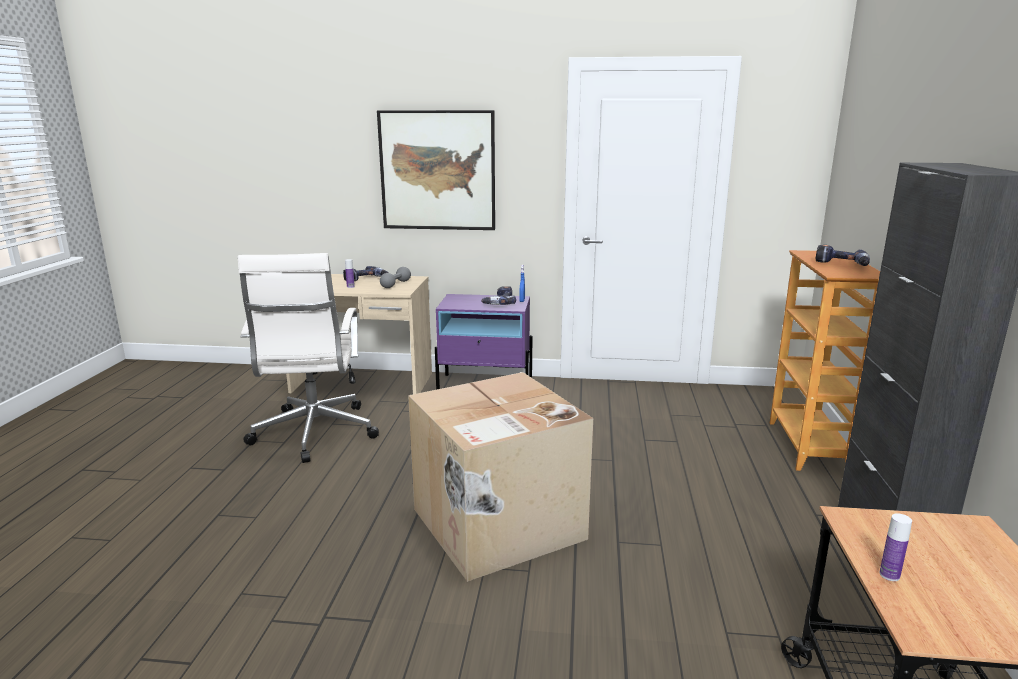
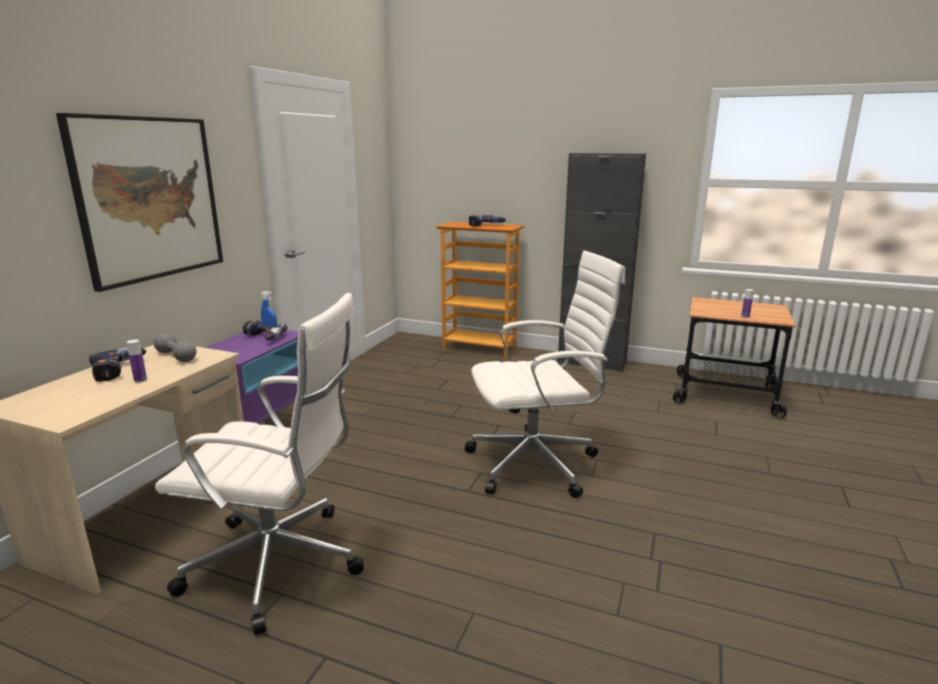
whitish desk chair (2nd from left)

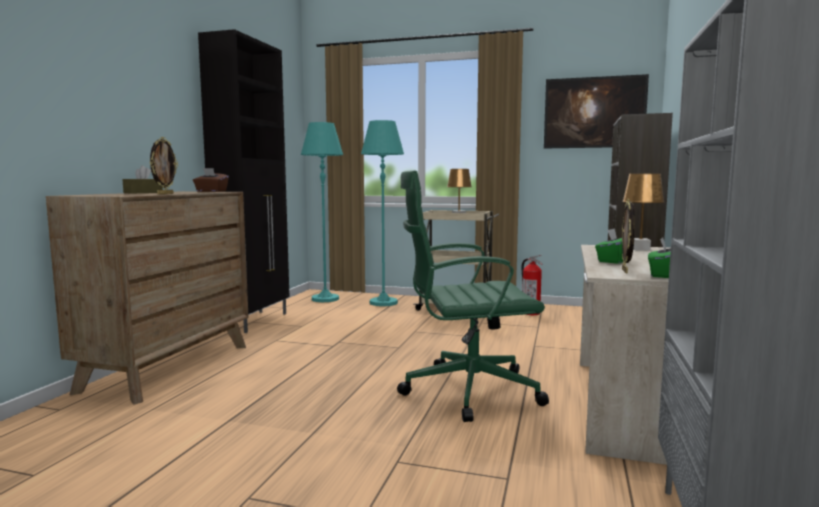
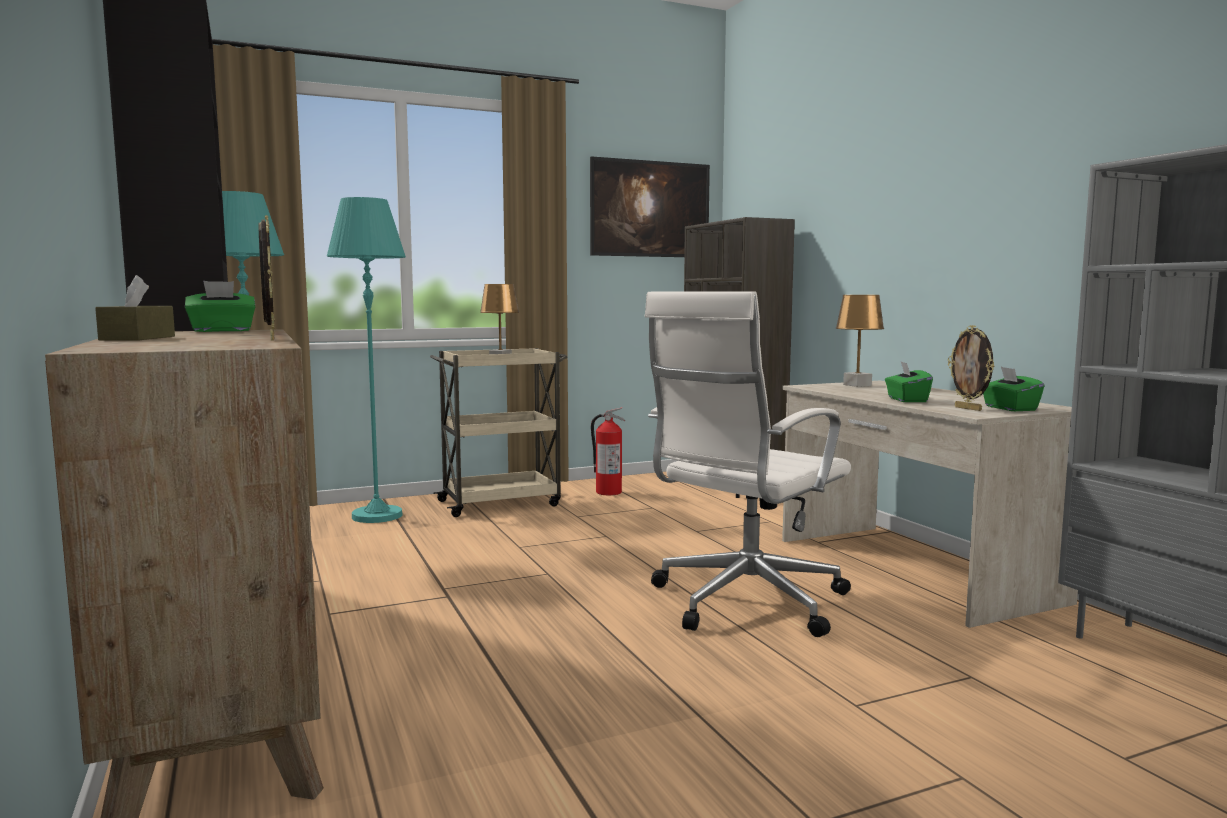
greenish box of tissues (1st from left)
whitish desk chair

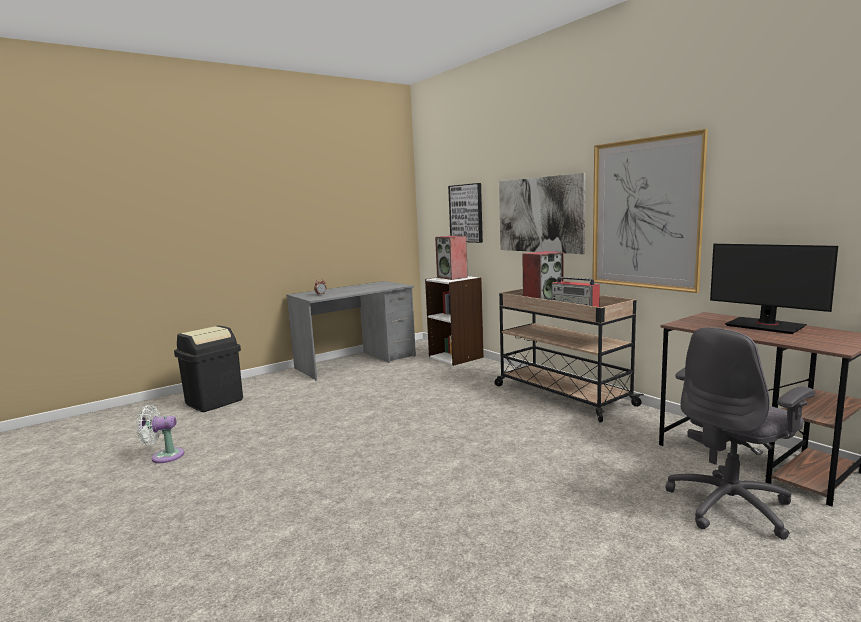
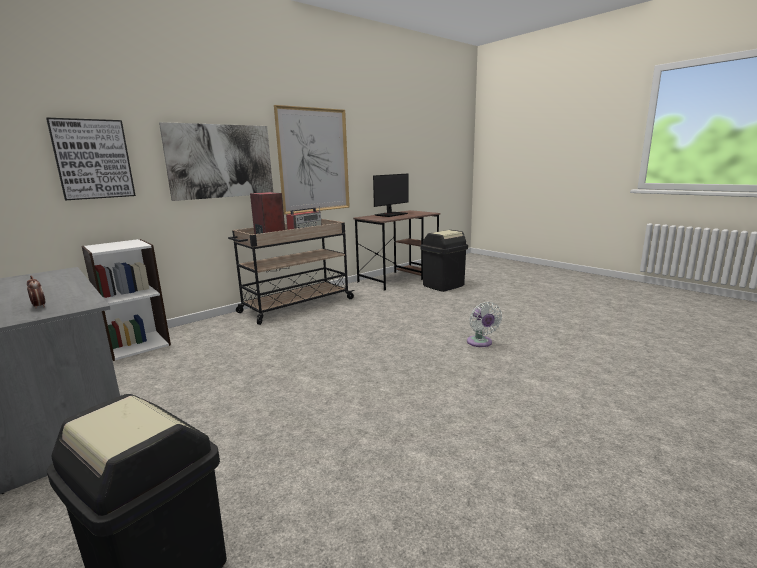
speaker (1st from left in the first image)
black waste bin (2nd from left)
whitish cooling fan

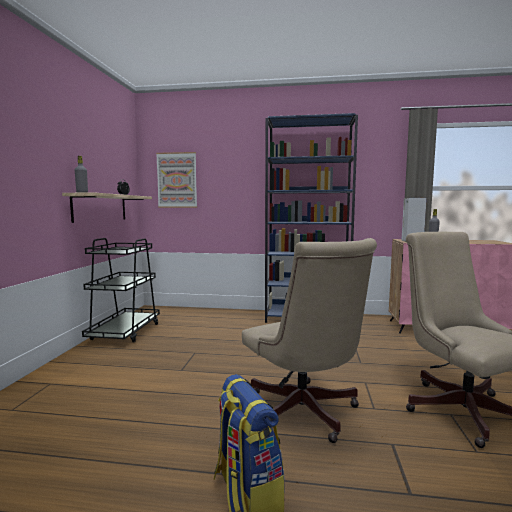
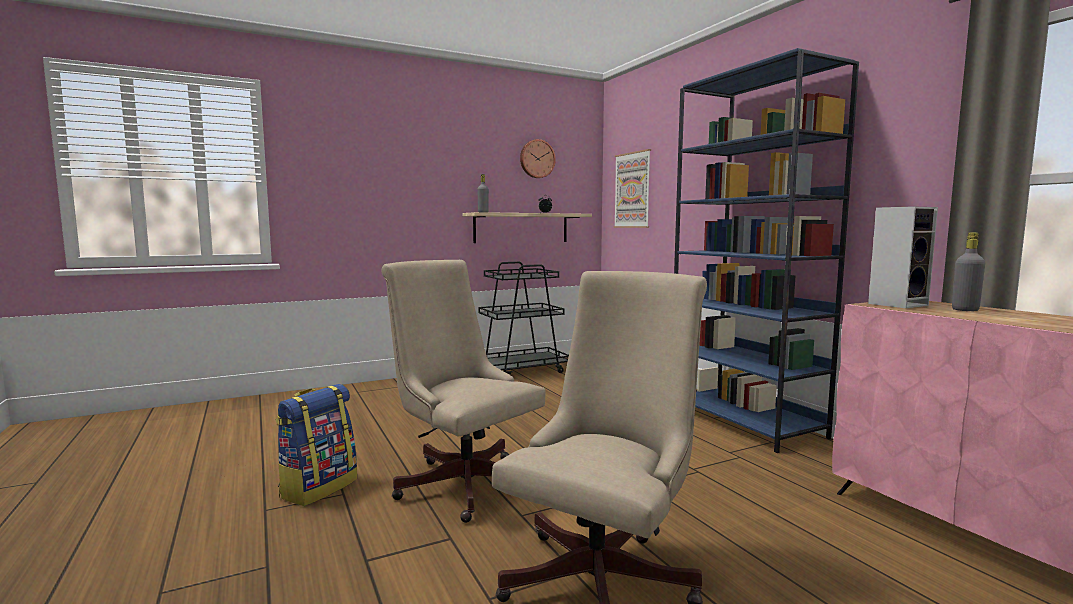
beige desk chair (1st from left)
wall clock

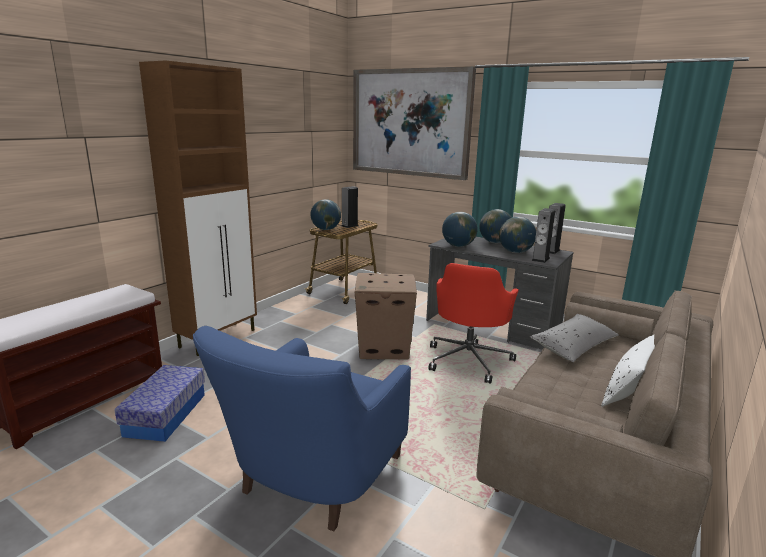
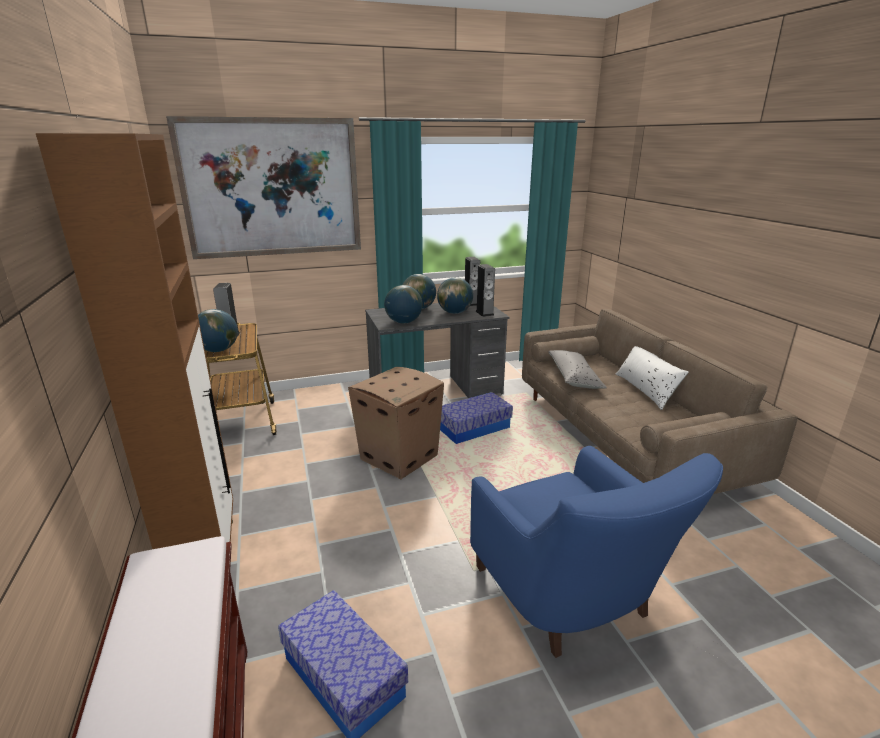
storage box (2nd from left)

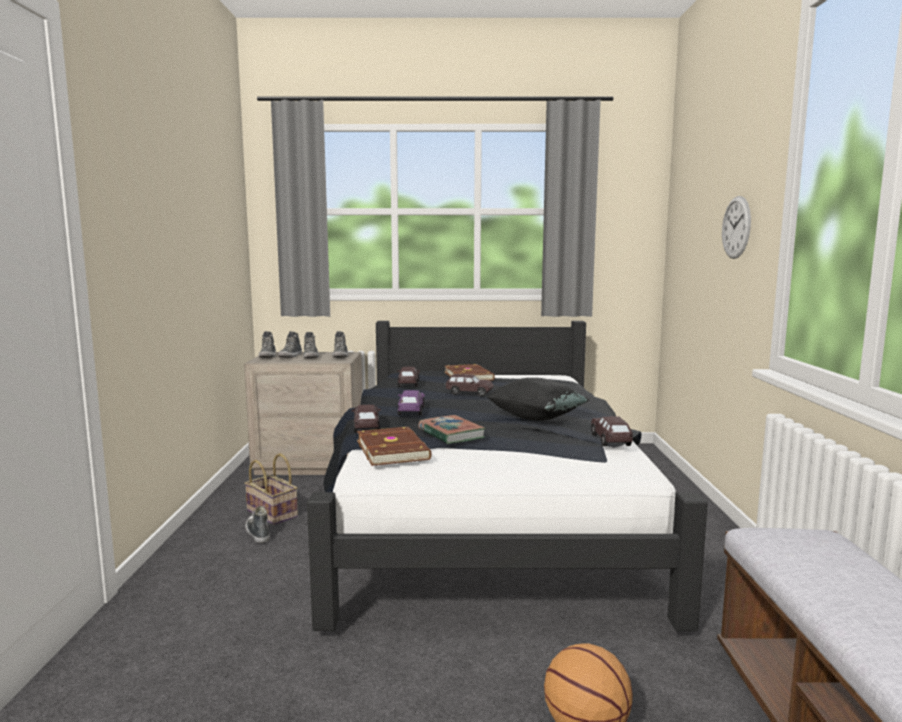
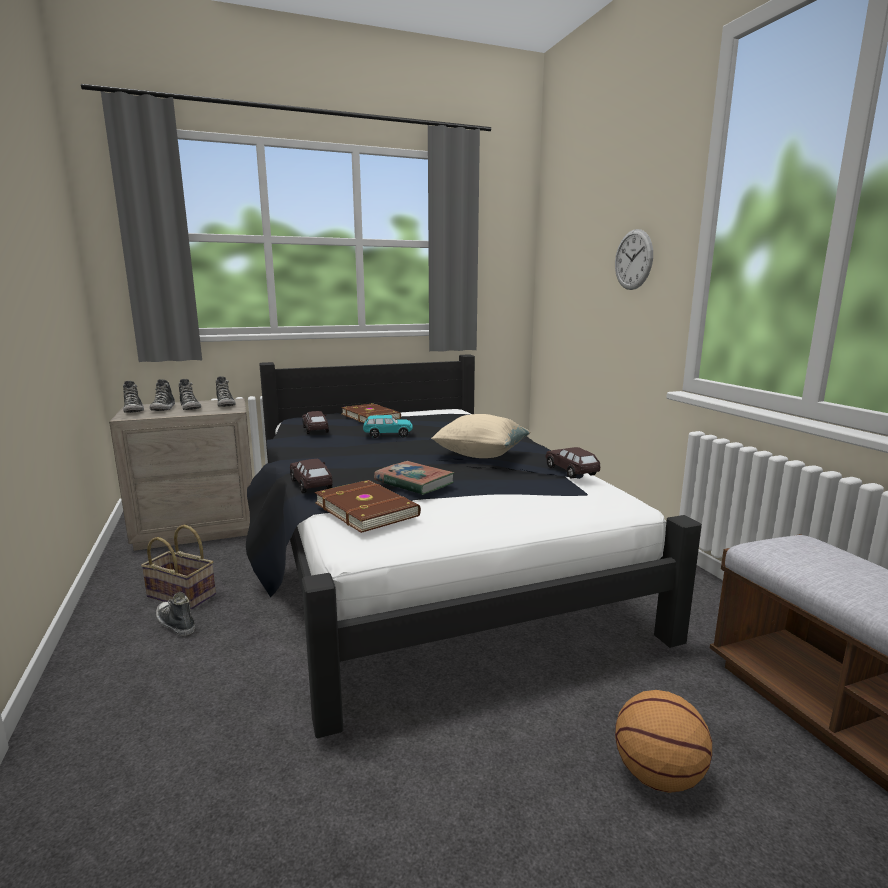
turquoise model car
beige cushion
purple-coloured model car

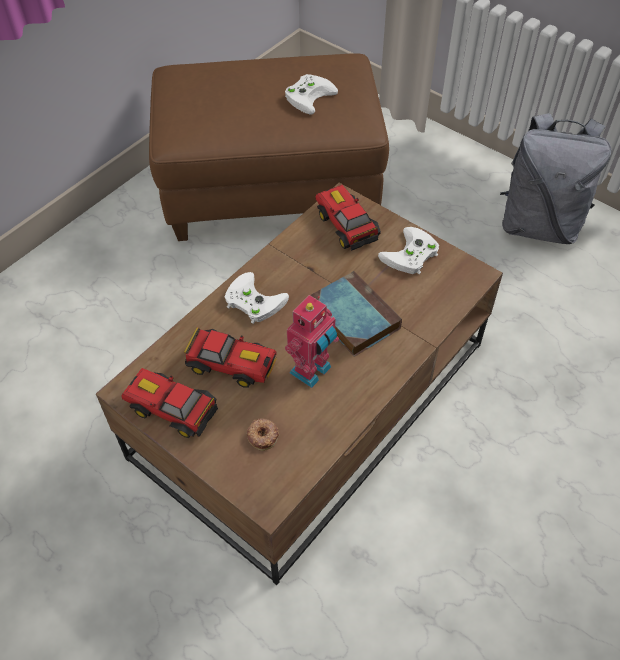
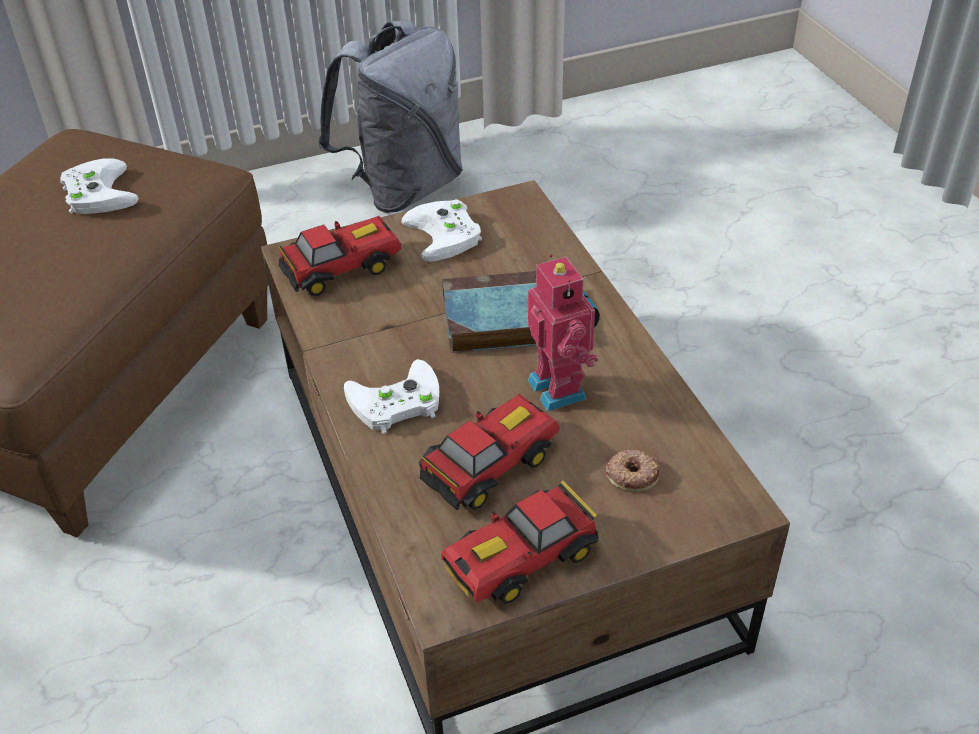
model car (1st from left)

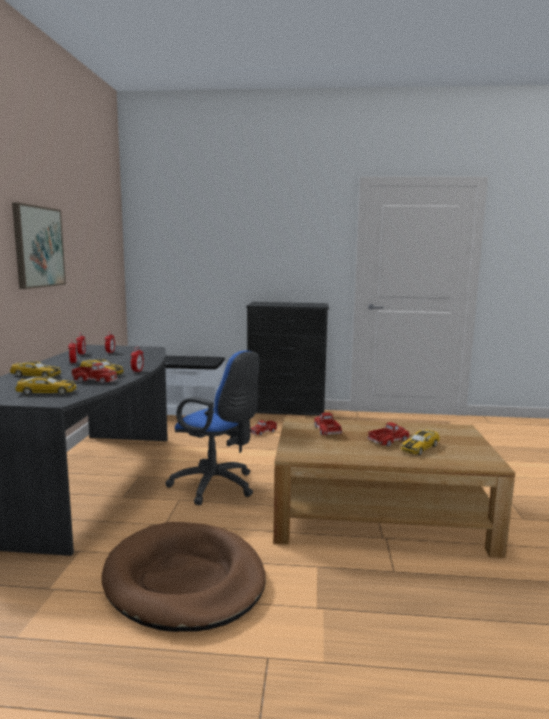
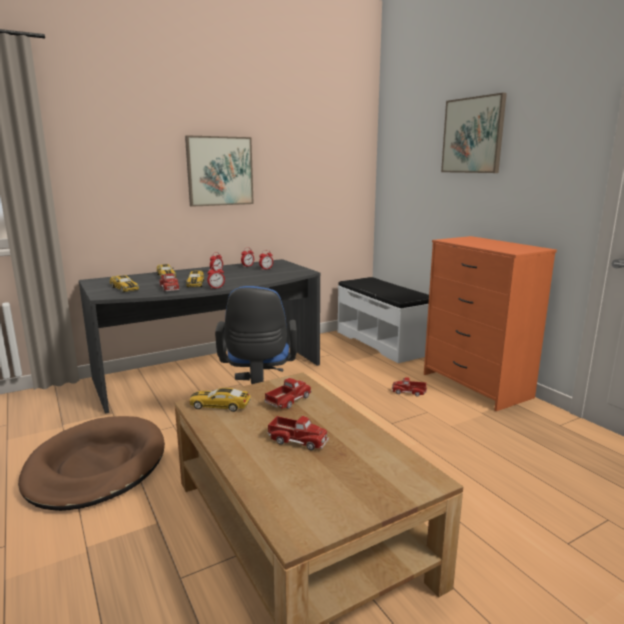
orange chest of drawers
model car (4th from left)
picture (2nd from left)

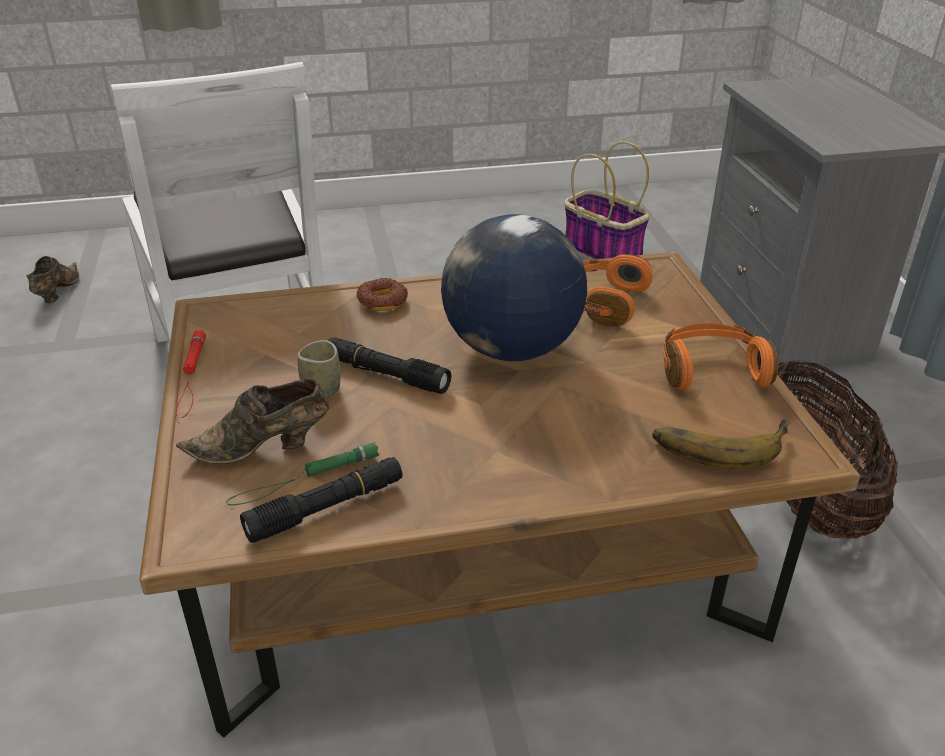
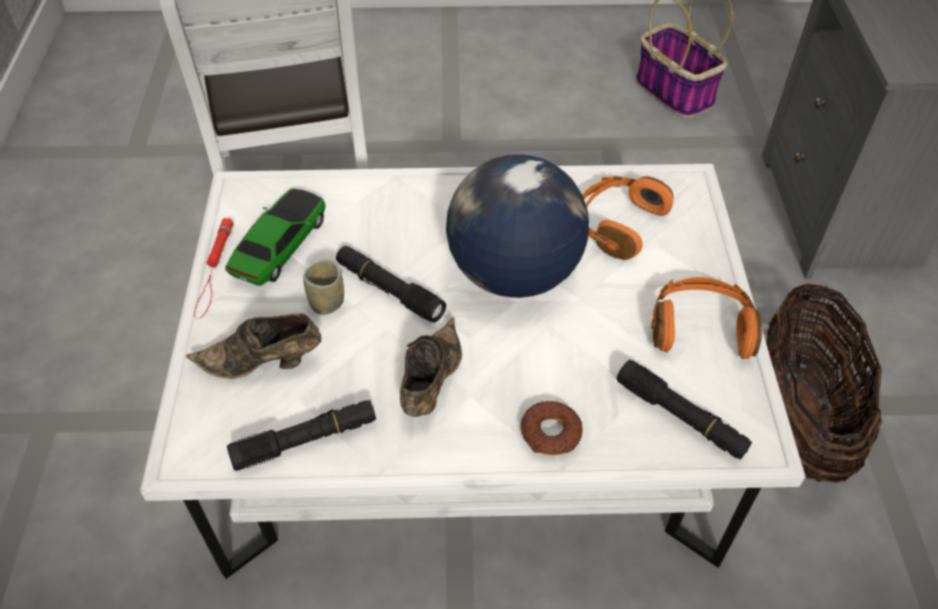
whitish coffee table
brownish item of footwear (2nd from left)
doughnut
black flashlight (3rd from left)
greenish flashlight
model car

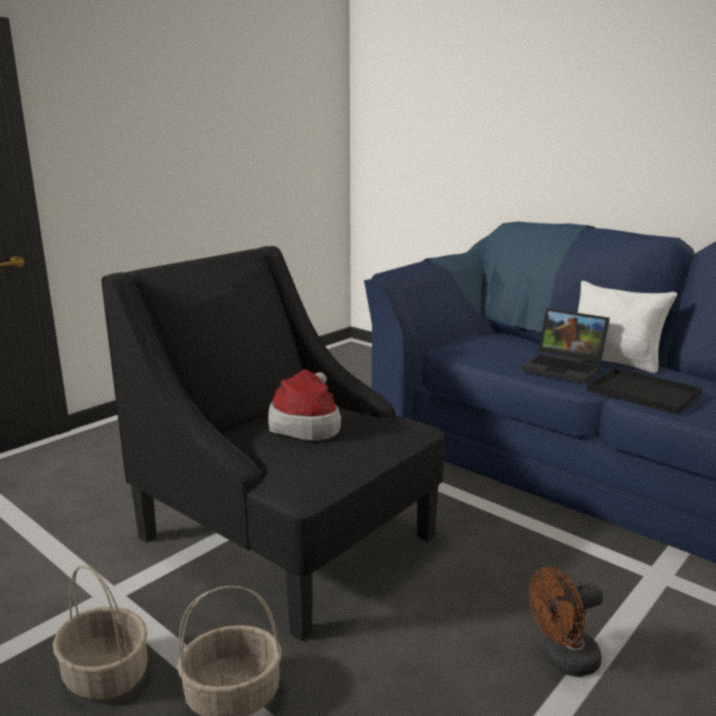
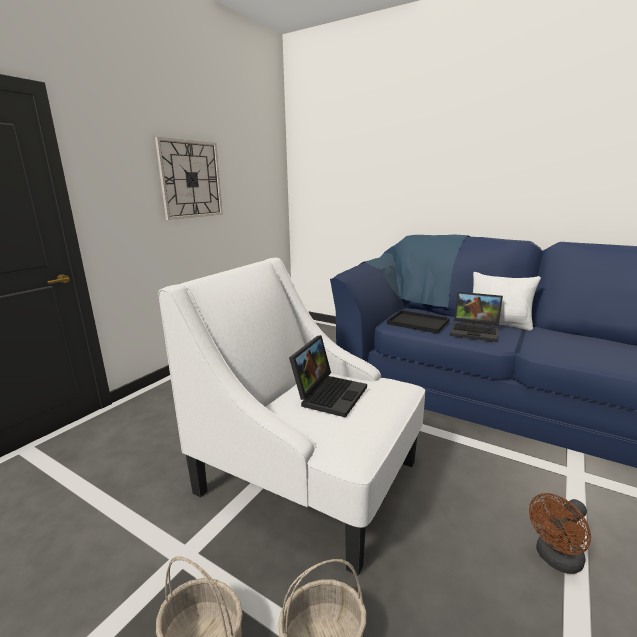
whitish easy chair
black carrying tray
portable computer (1st from left)
wall clock

